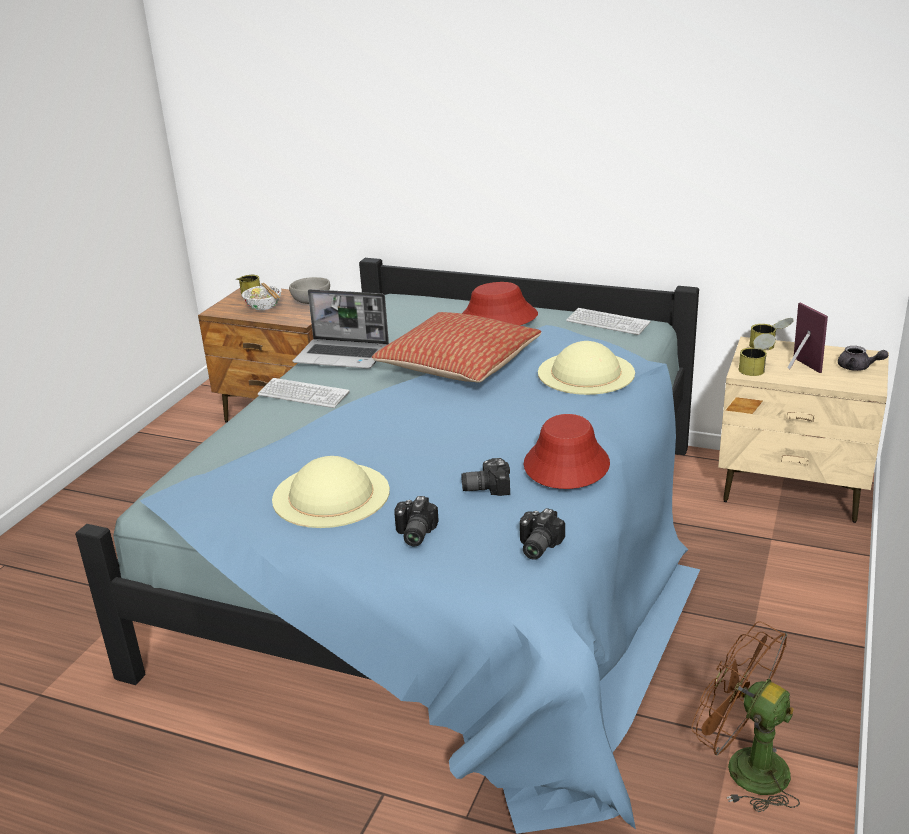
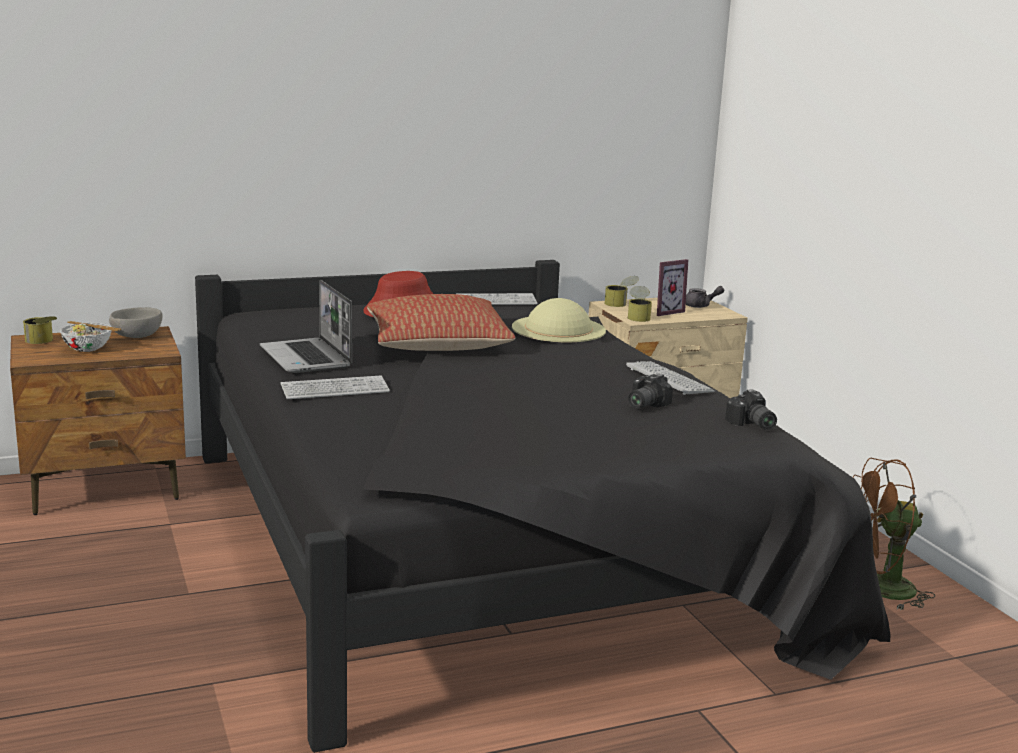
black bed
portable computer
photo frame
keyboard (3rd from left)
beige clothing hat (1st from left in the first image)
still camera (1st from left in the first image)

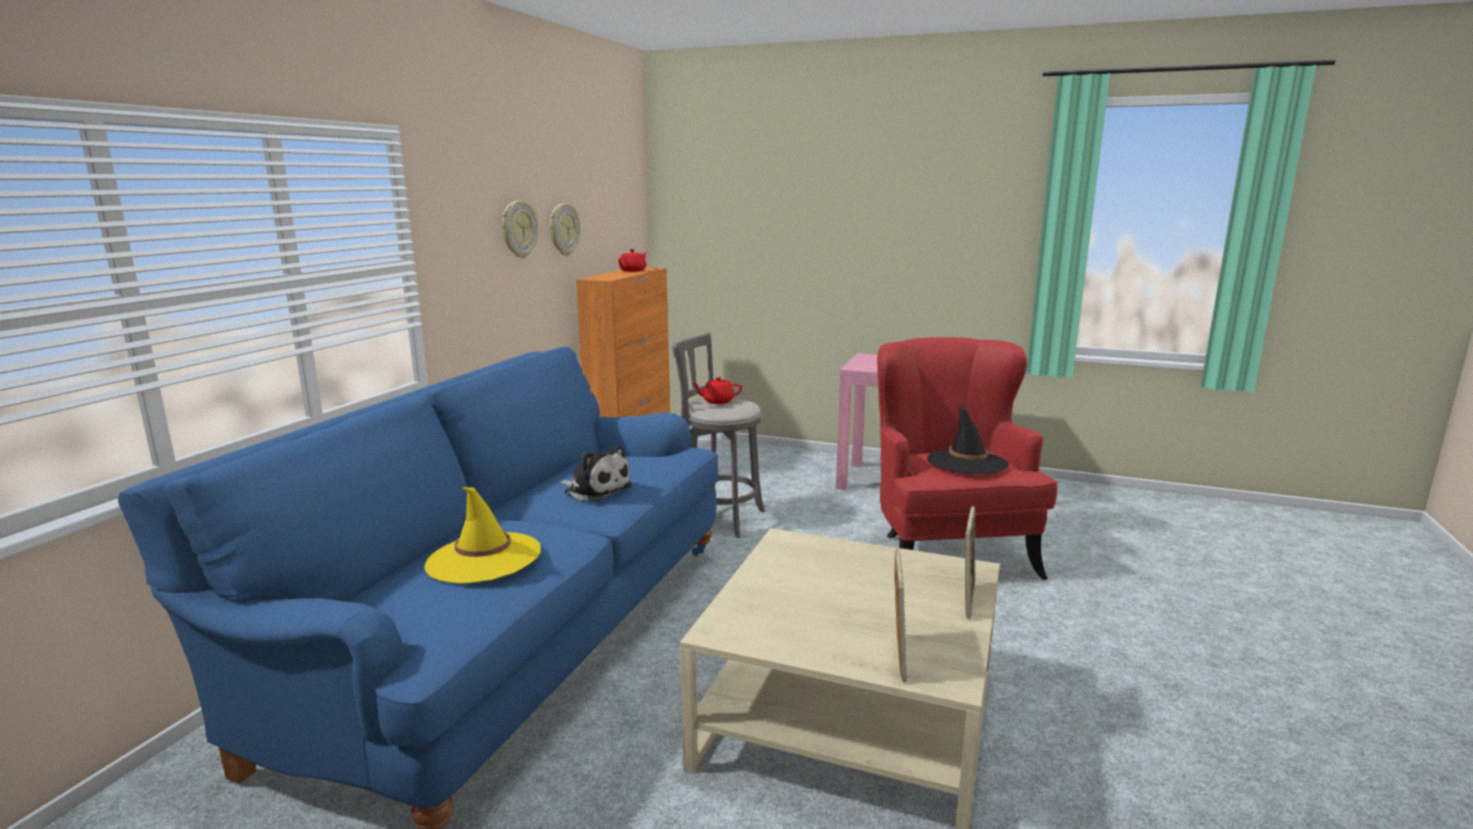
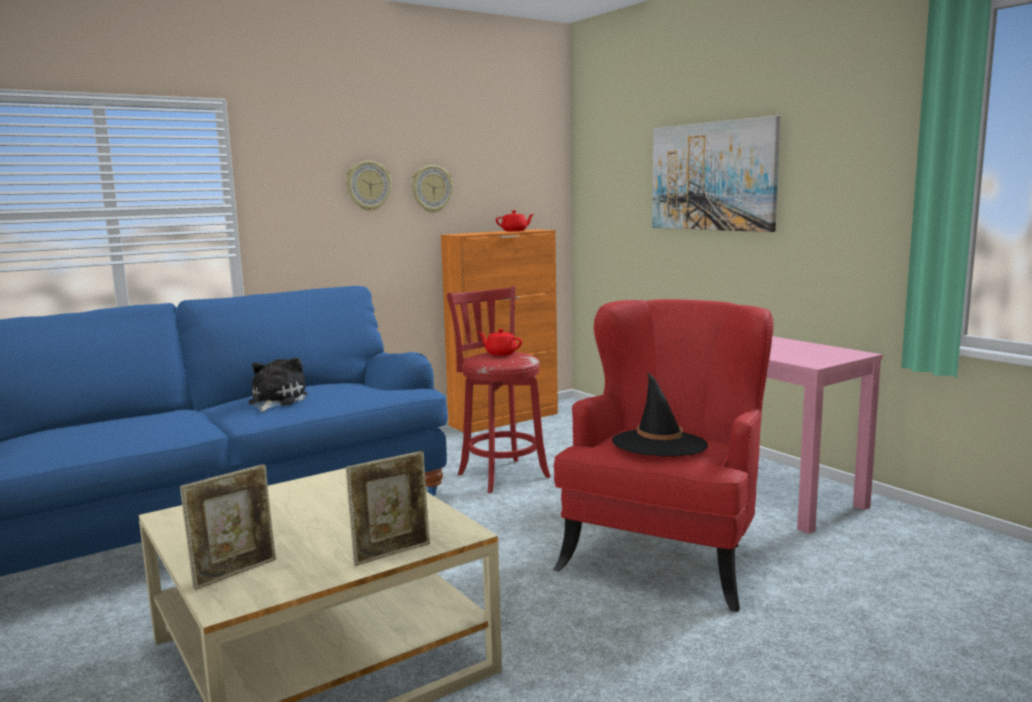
red-coloured stool seat
cuddly toy
yellow-coloured clothing hat
picture

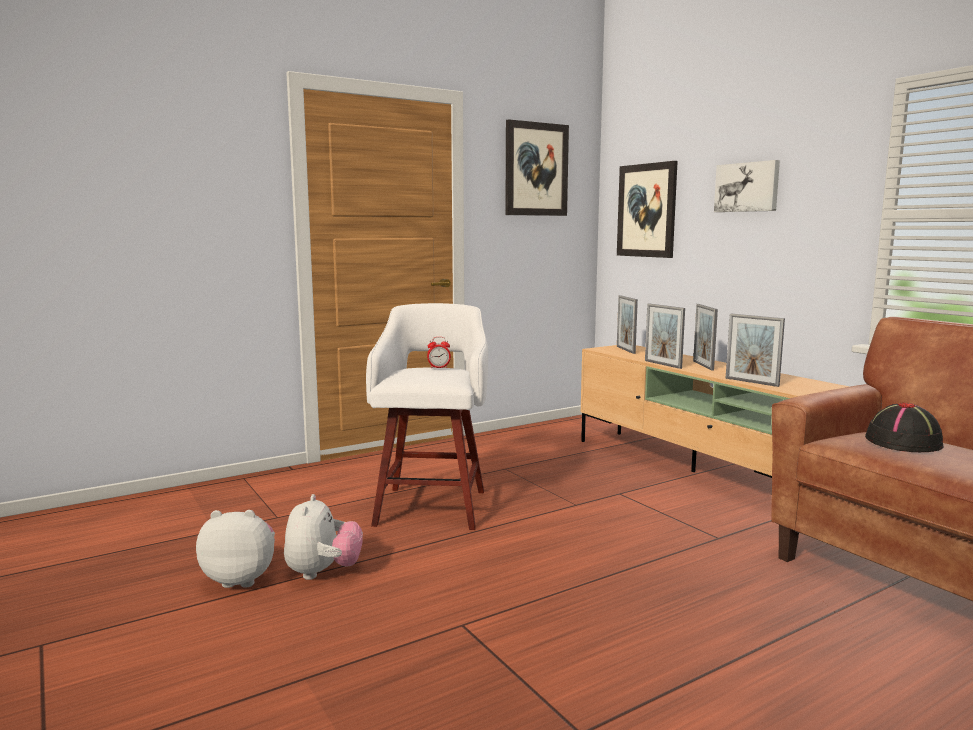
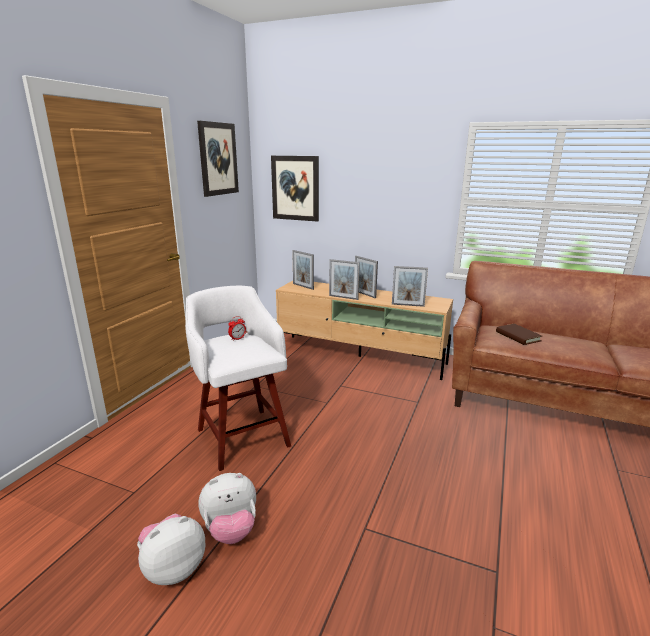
picture (3rd from left in the first image)
brownish bound book
cuddly toy (2nd from left)

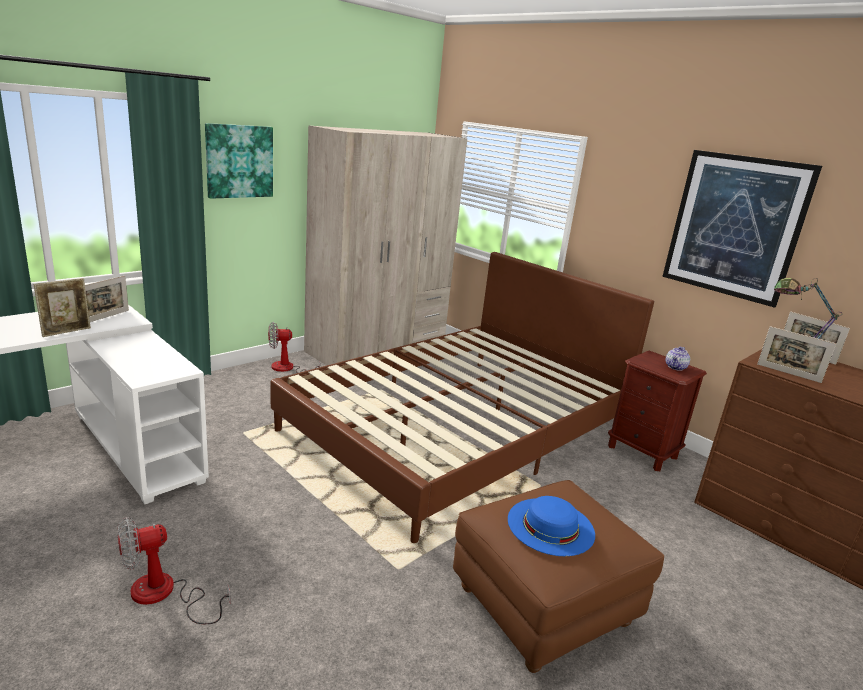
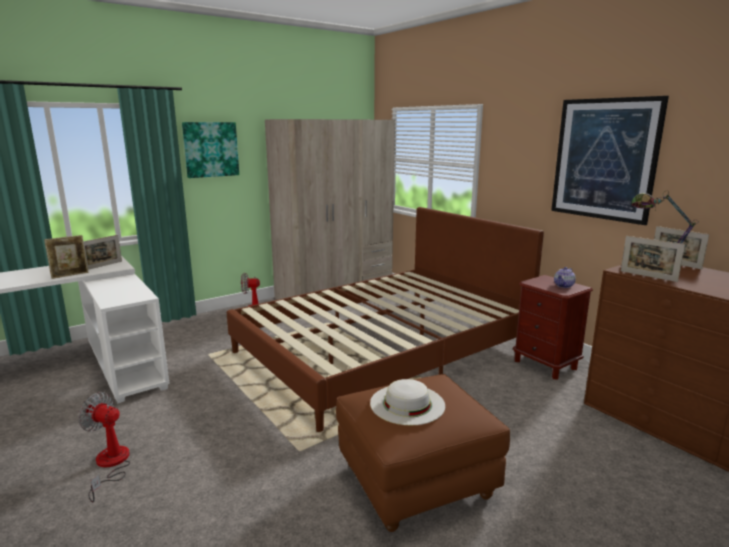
whitish clothing hat
cooling fan (1st from left)

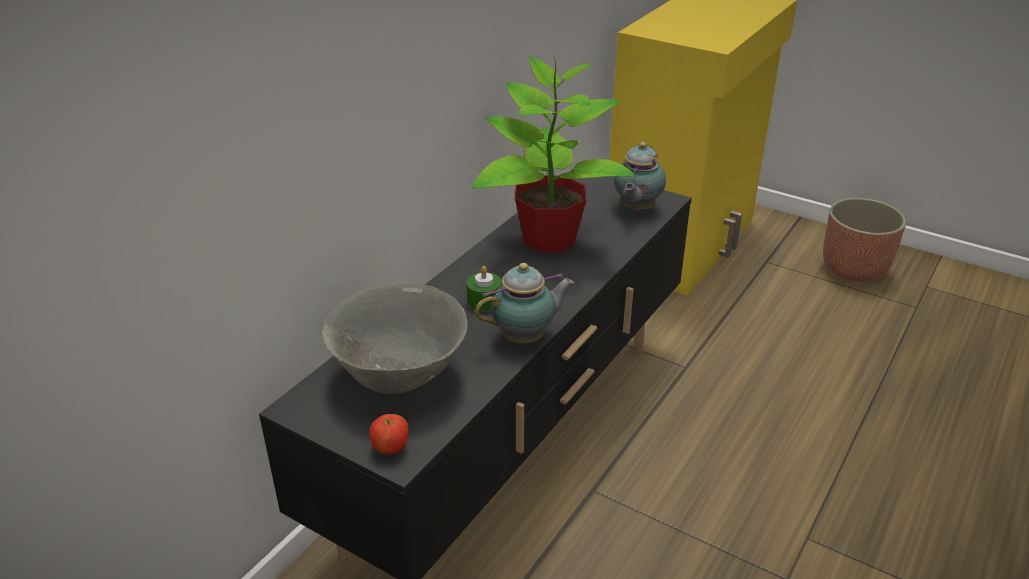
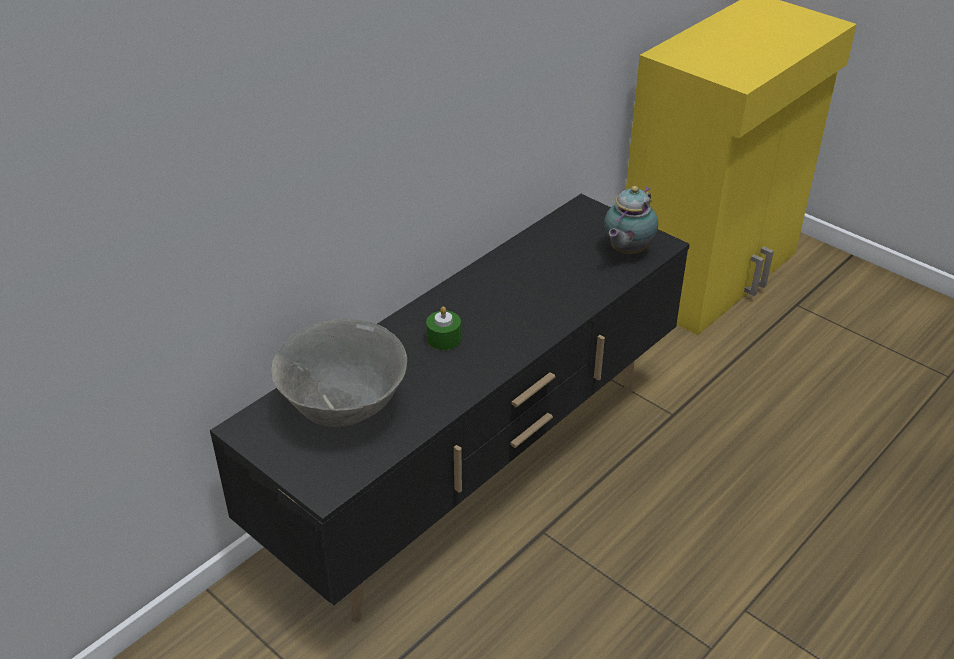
houseplant
plant pot
teapot (1st from left in the first image)
apple fruit

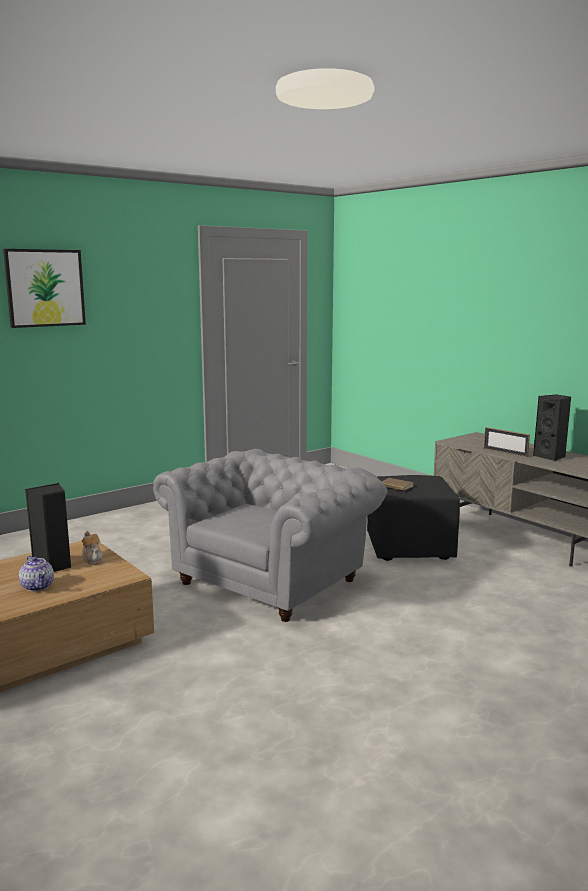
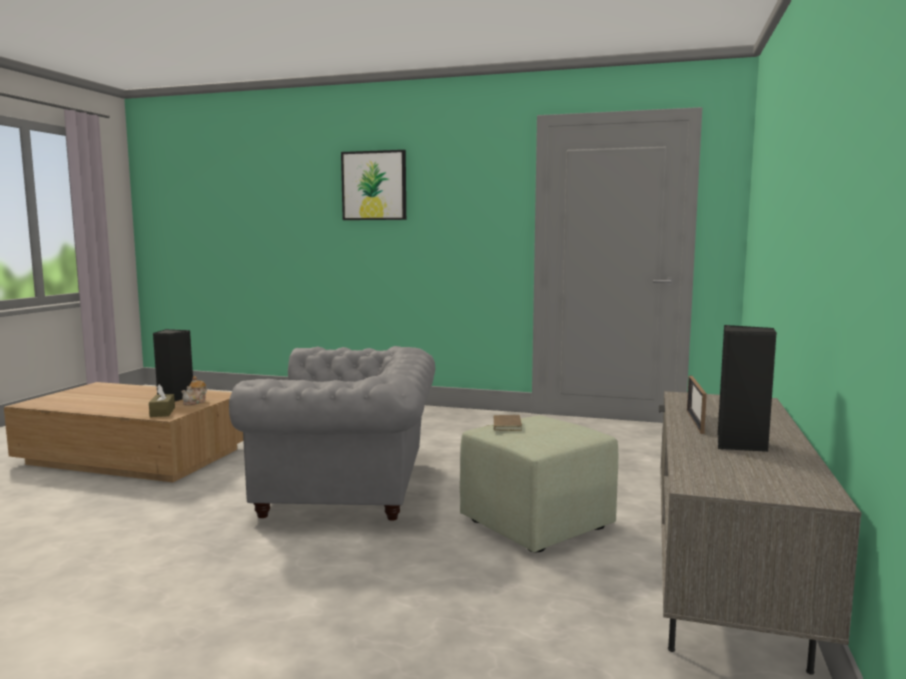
greenish pouffe
teapot (1st from left in the first image)
brownish box of tissues

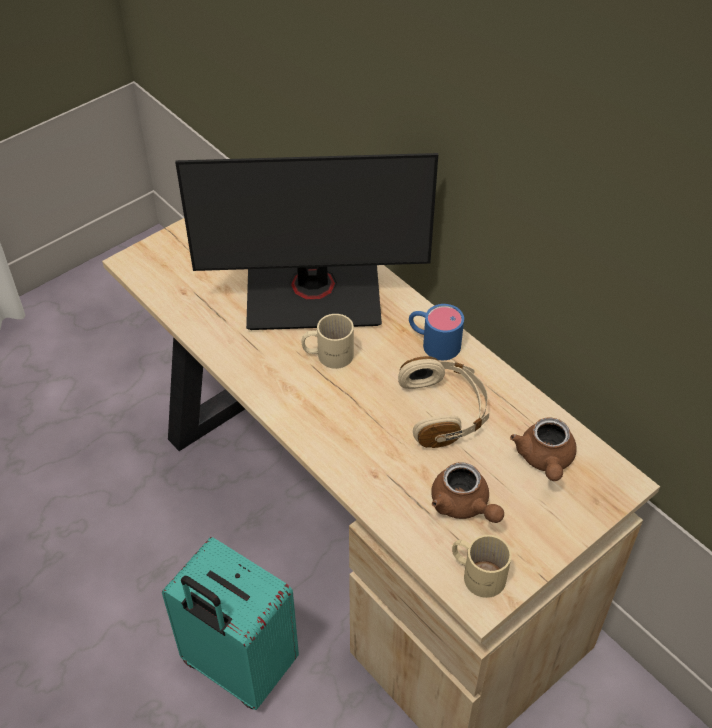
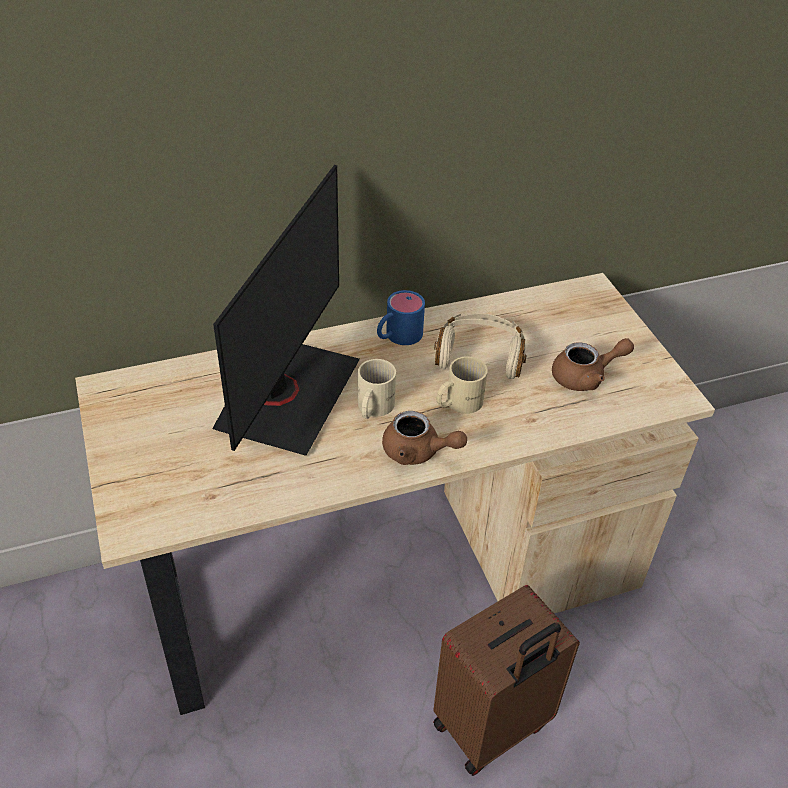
brownish teapot (1st from left)
beige mug (2nd from left)
brownish travel case

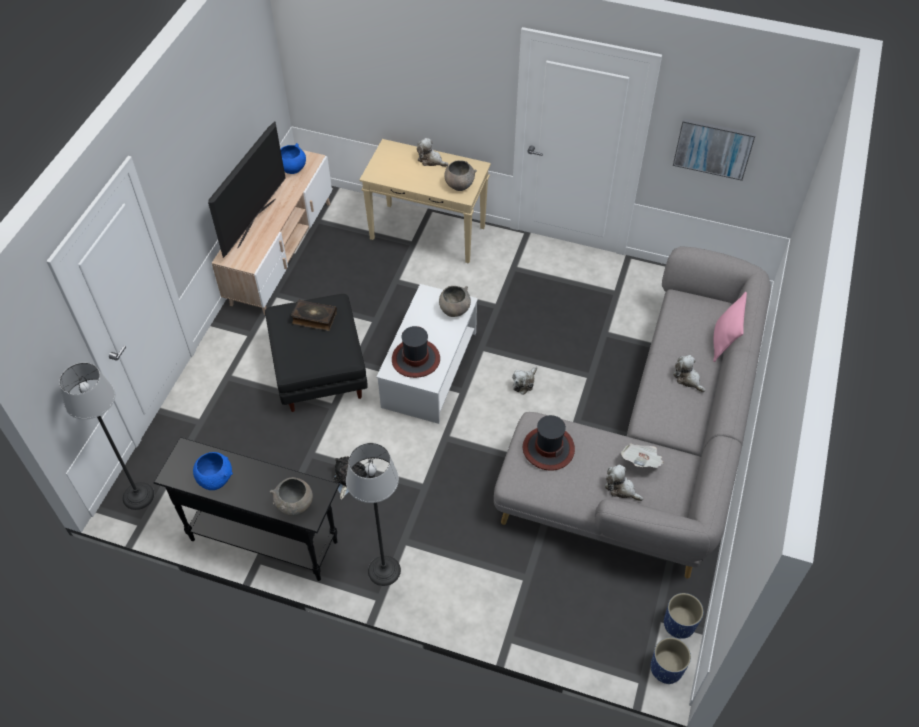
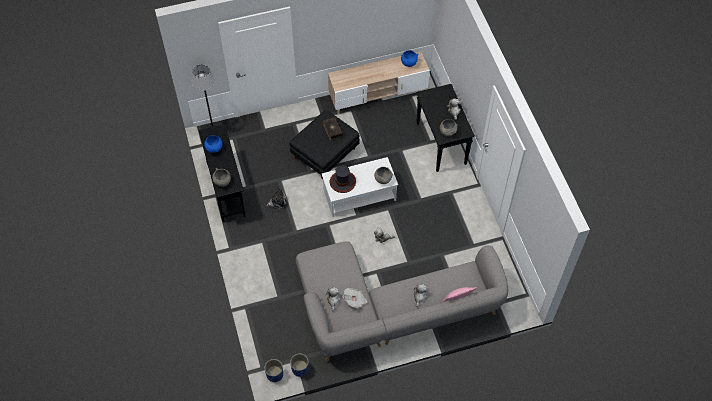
picture
television
black hall table (2nd from left)
clothing hat (2nd from left in the first image)
floor lamp (2nd from left in the first image)

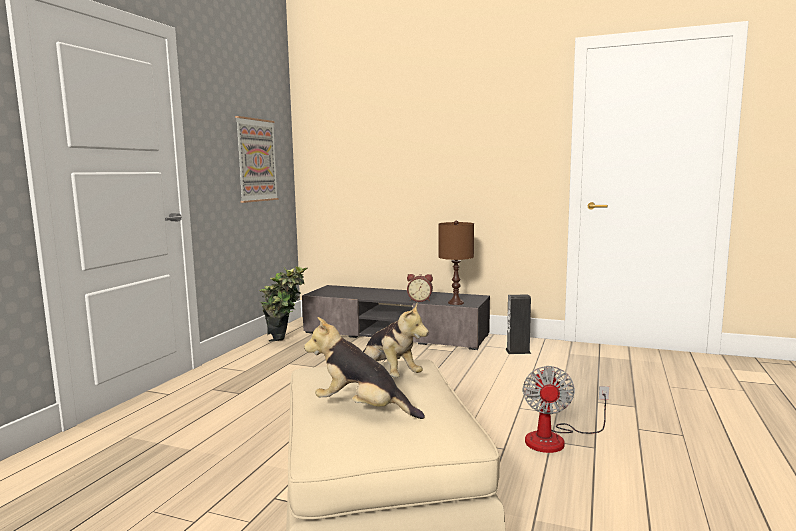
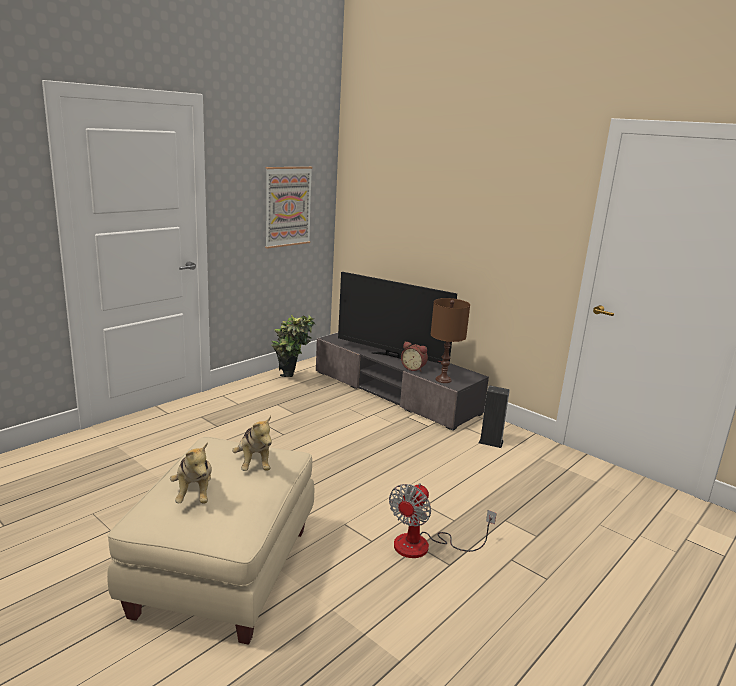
cuddly toy (1st from left)
television

